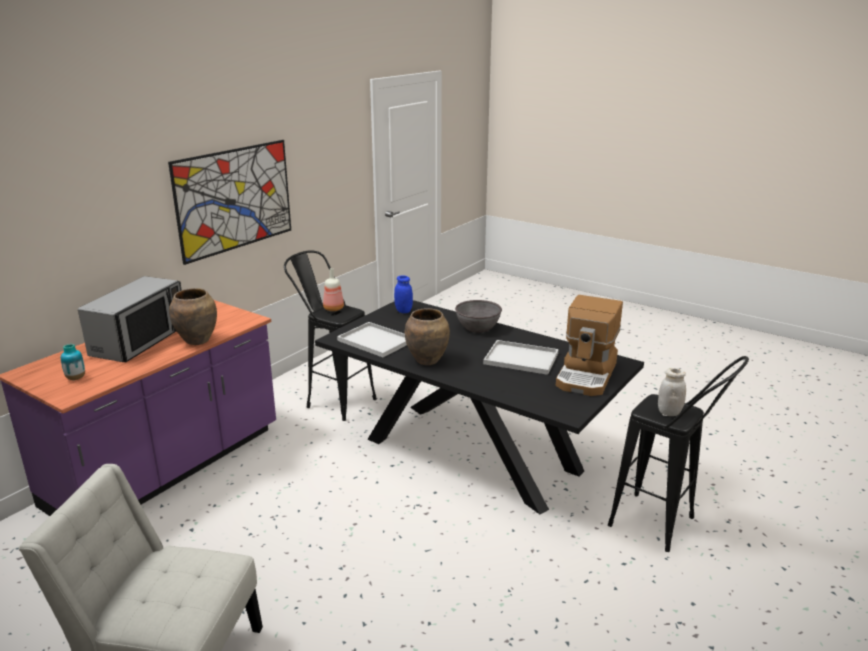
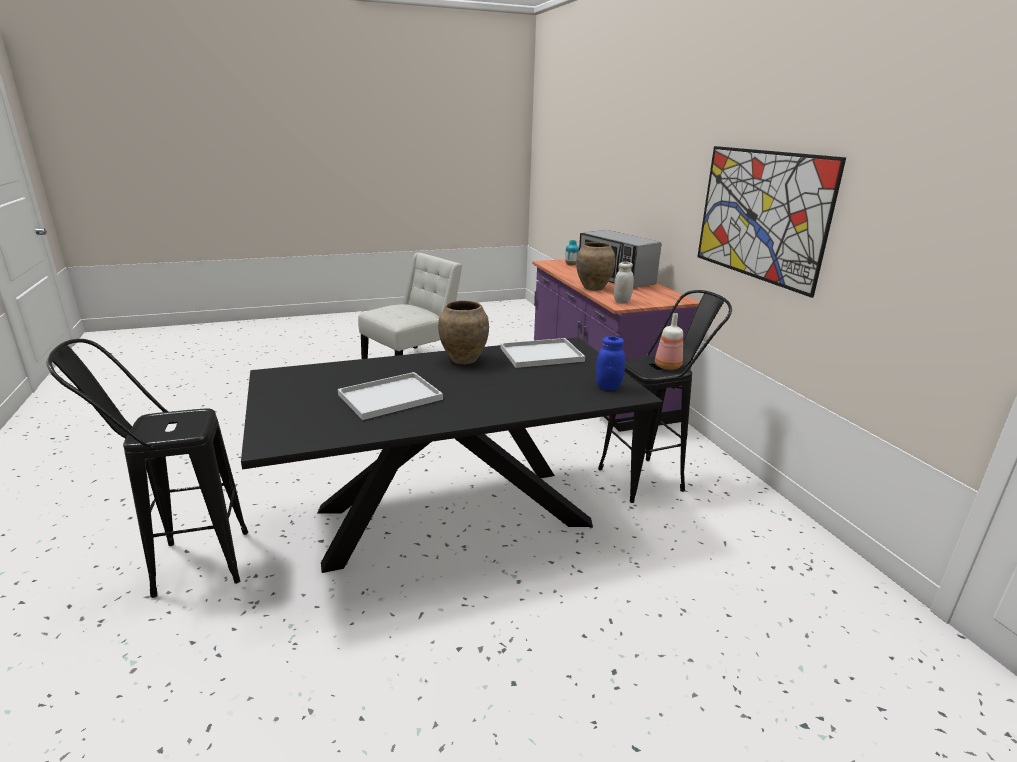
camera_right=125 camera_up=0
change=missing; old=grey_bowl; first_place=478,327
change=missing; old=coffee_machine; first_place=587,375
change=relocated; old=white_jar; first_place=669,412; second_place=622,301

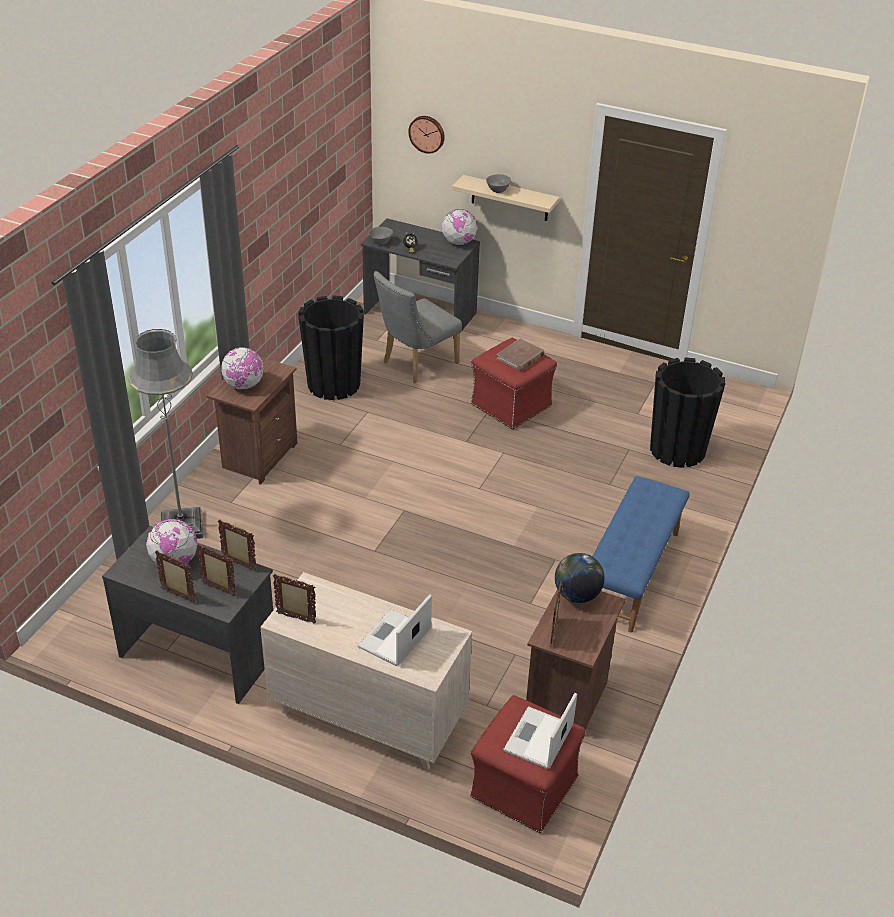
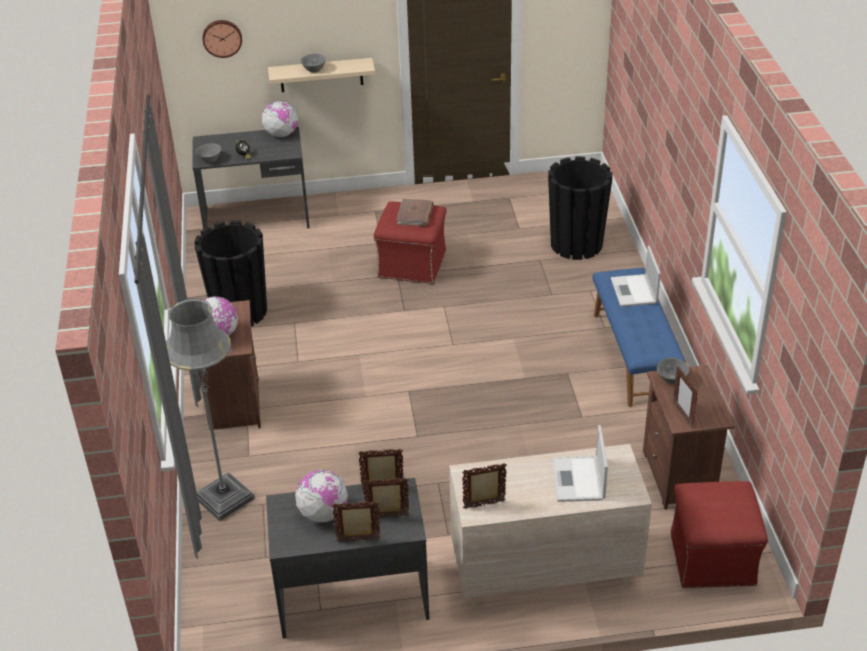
camera_right=-30 camera_up=0
change=missing; old=grey_chair; first_place=415,364
change=relocated; old=laptop; first_place=538,739; second_place=634,291
change=exchanged; old=globe; new=grey_bowl; first_place=577,595; second_place=670,379

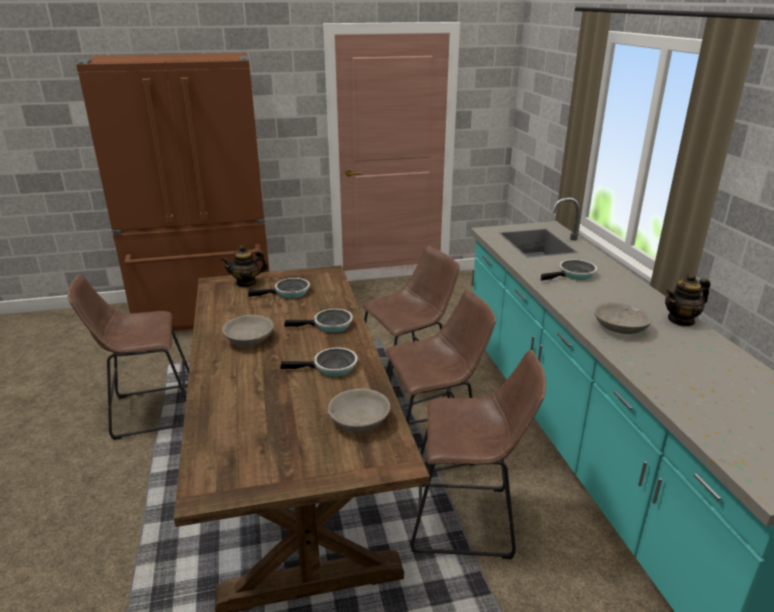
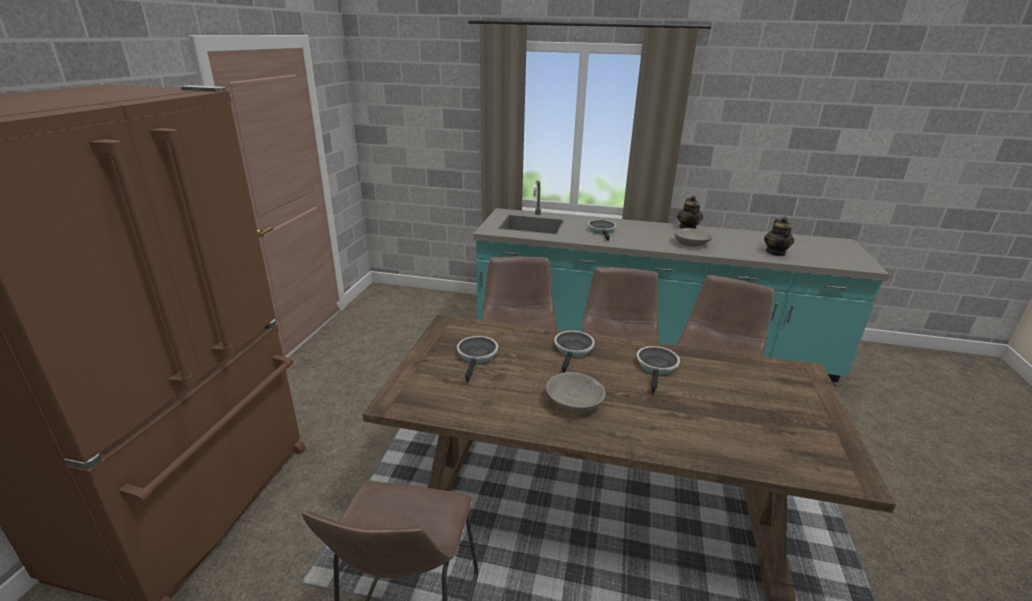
camera_right=-65 camera_up=0
change=relocated; old=teapot; first_place=246,283; second_place=775,252
change=missing; old=grey_bowl; first_place=359,421

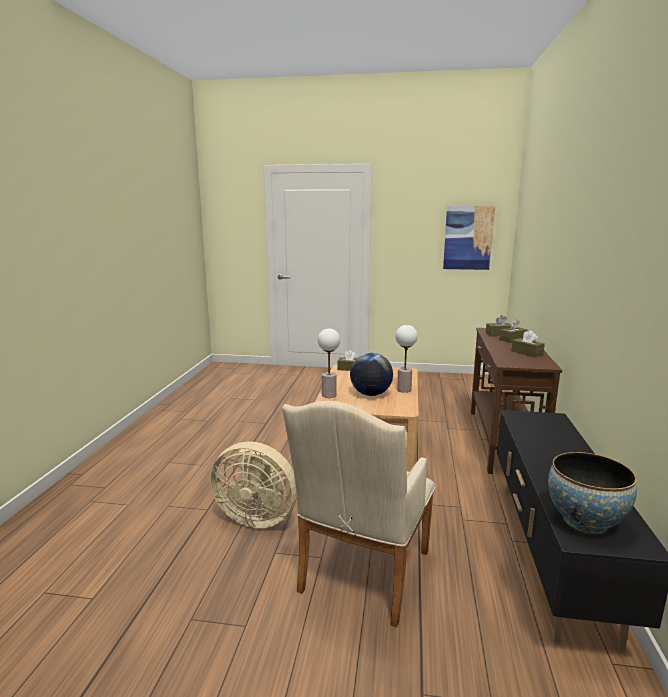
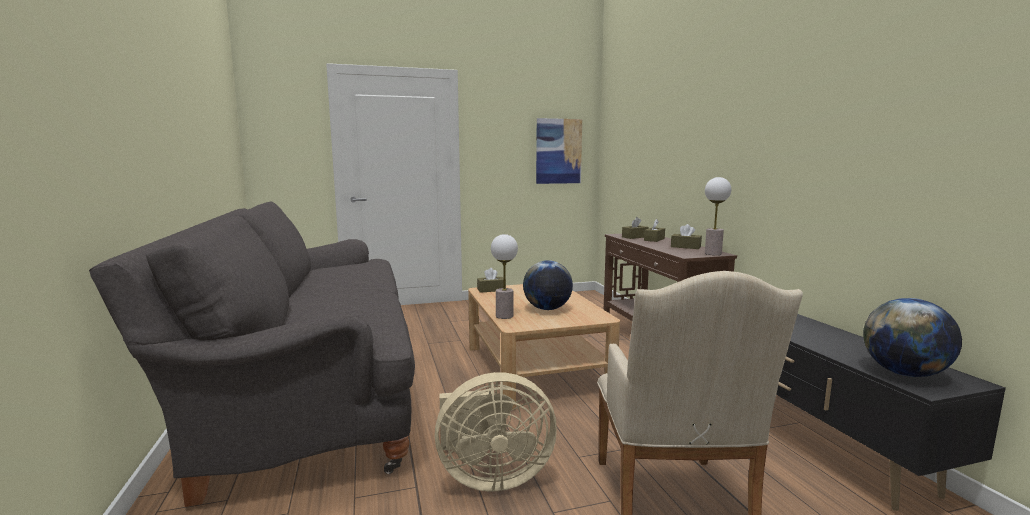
camera_right=-25 camera_up=-5
change=relocated; old=table_lamp; first_place=404,390; second_place=713,253
change=exchanged; old=bowl; new=globe; first_place=585,521; second_place=905,373
change=appeared; new=grey_sofa; second_place=310,389

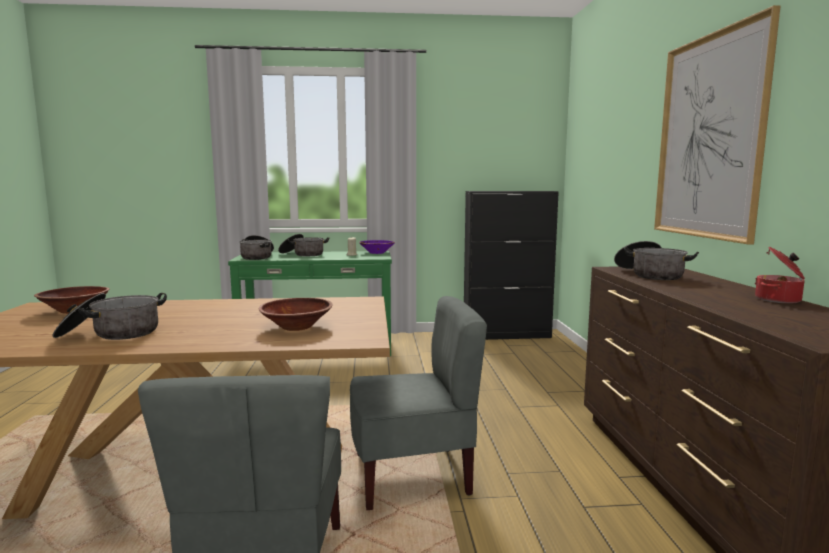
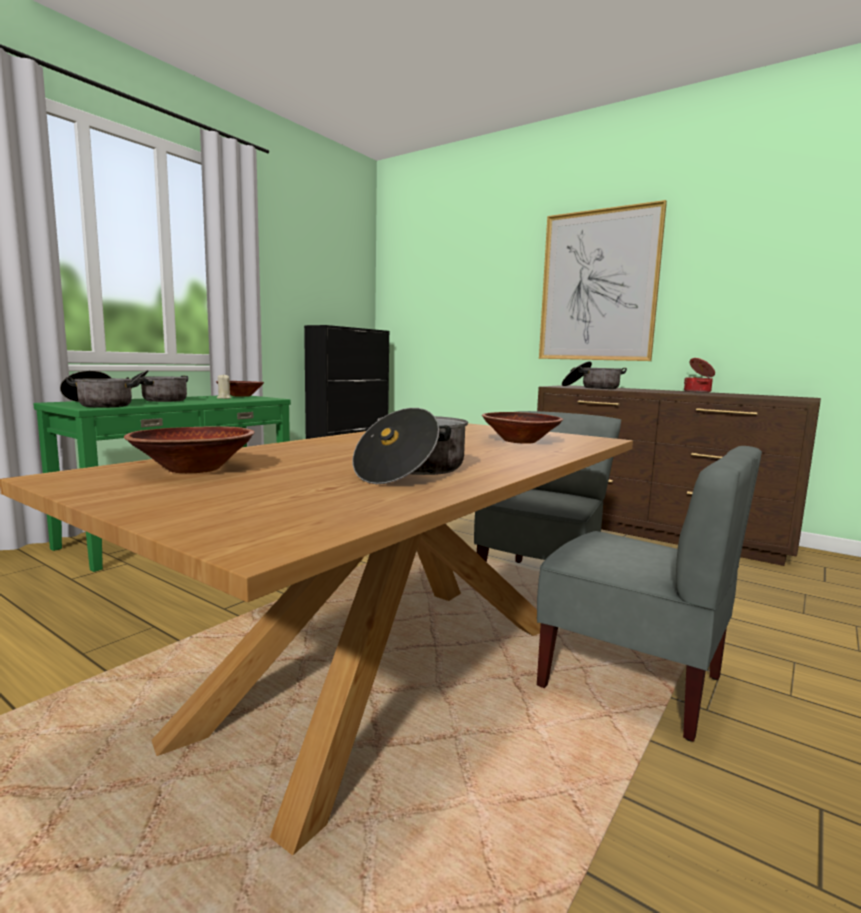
camera_right=-50 camera_up=0
change=colour; old=purple_bowl; new=brown_bowl; first_place=376,253; second_place=240,396

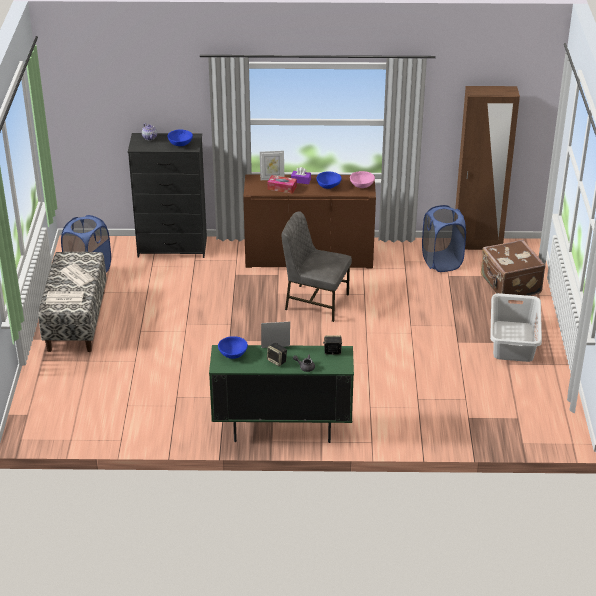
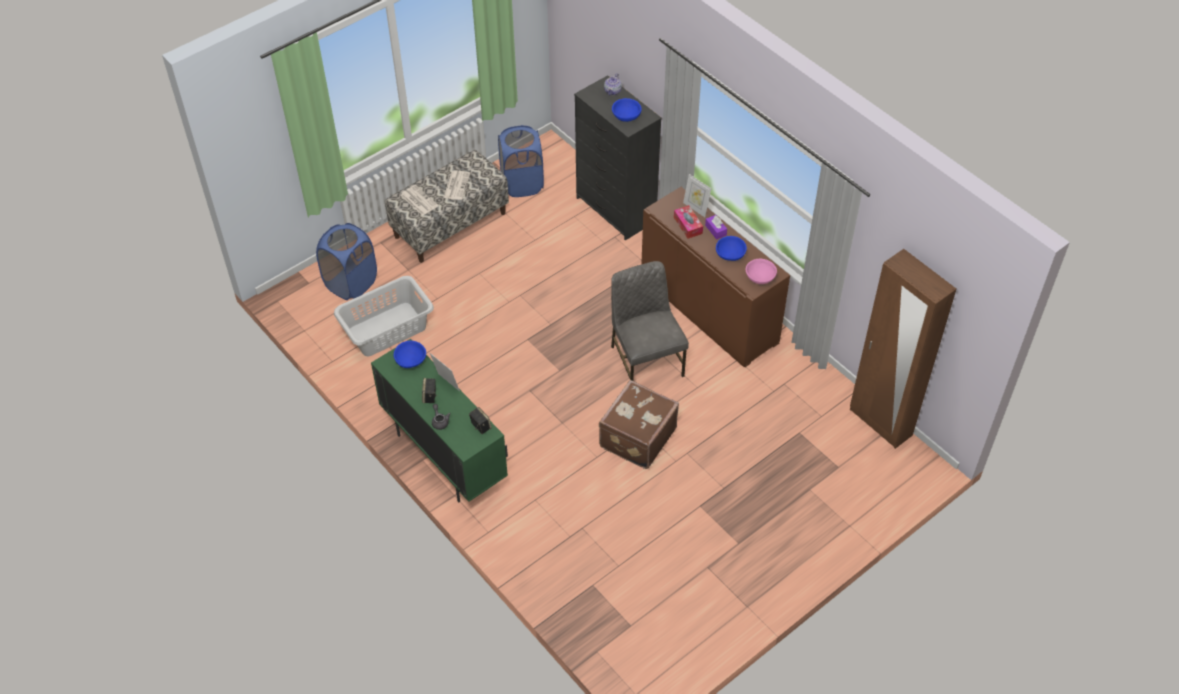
camera_right=50 camera_up=15
change=relocated; old=blue_laundry_basket; first_place=441,261; second_place=351,283
change=relocated; old=brown_suitcase; first_place=509,285; second_place=636,437
change=relocated; old=grey_laundry_basket; first_place=512,341; second_place=386,329

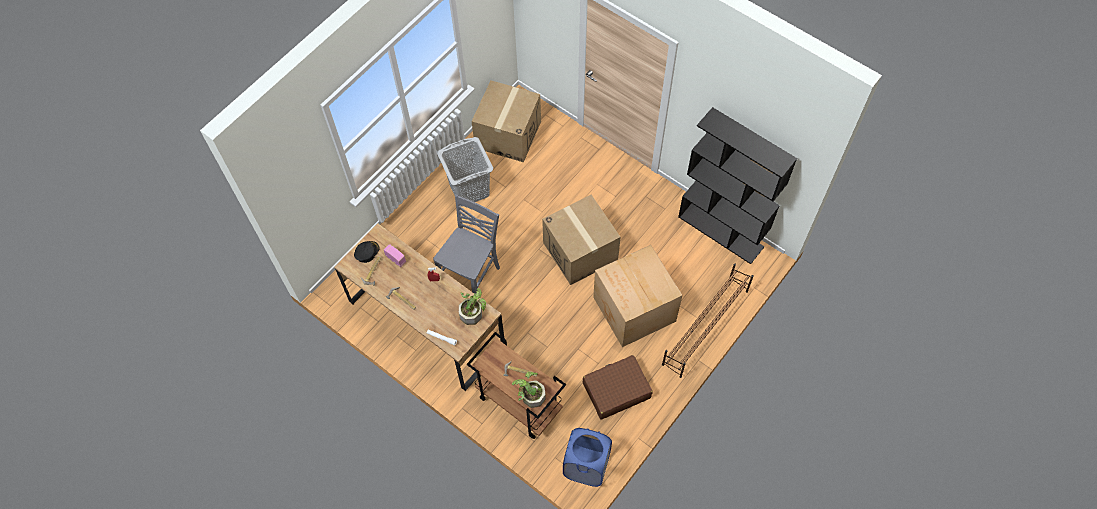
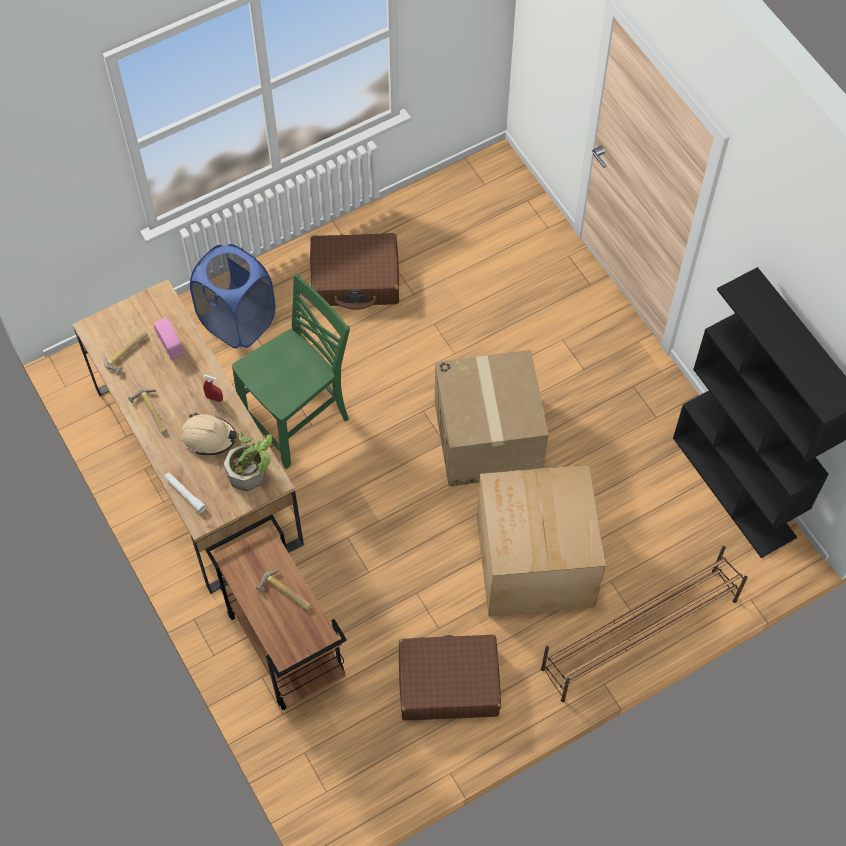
camera_right=20 camera_up=0
change=missing; old=black_cap; first_place=366,252
change=colour; old=grey_chair; new=green_chair; first_place=472,278; second_place=299,420
change=exchanged; old=grey_laundry_basket; new=brown_suitcase; first_place=469,189; second_place=355,278
change=missing; old=cardboard_box; first_place=508,134
change=missing; old=potted_plant; first_place=530,395
change=relocated; old=blue_laundry_basket; first_place=586,466; second_place=237,321
change=appeared; new=beige_hard_hat; second_place=209,437

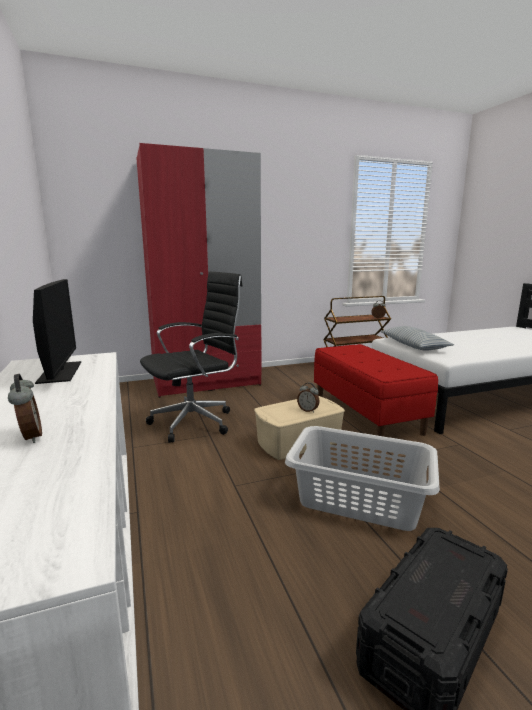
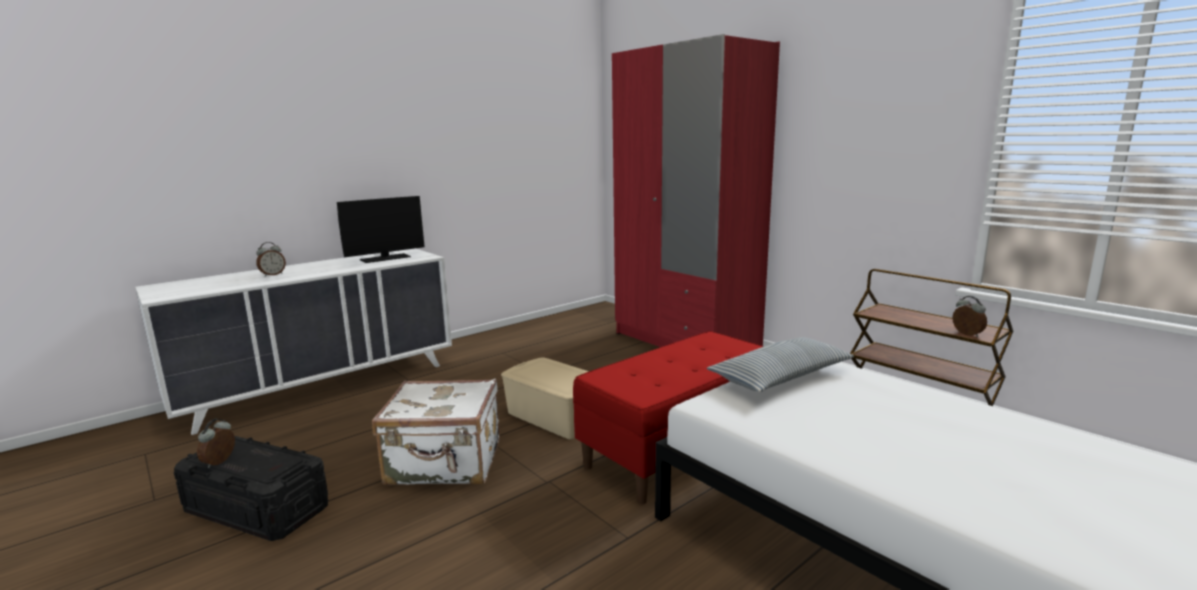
camera_right=70 camera_up=0
change=missing; old=black_office_chair; first_place=196,422
change=exchanged; old=grey_laundry_basket; new=white_suitcase; first_place=358,498; second_place=445,463
change=relocated; old=alarm_clock; first_place=308,410; second_place=220,462

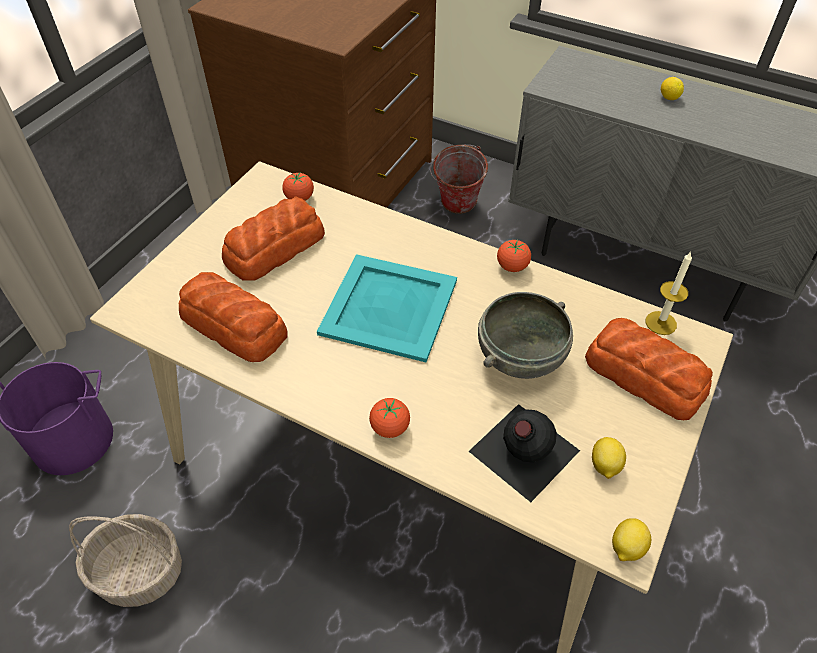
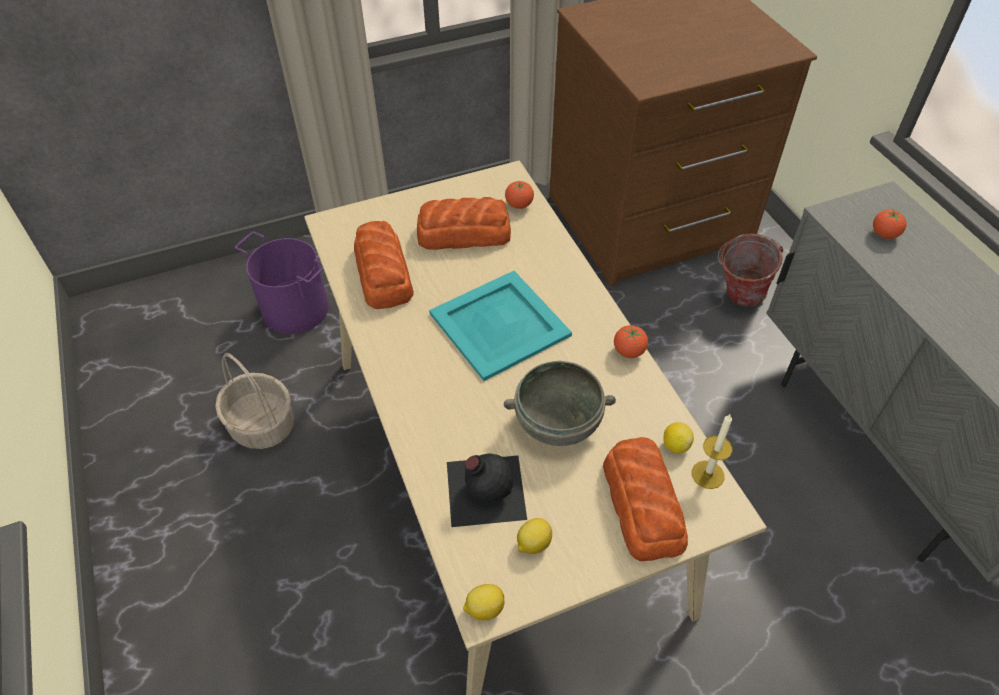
camera_right=40 camera_up=0
change=relocated; old=tomato; first_place=390,427; second_place=884,234
change=relocated; old=lemon; first_place=668,98; second_place=675,445

